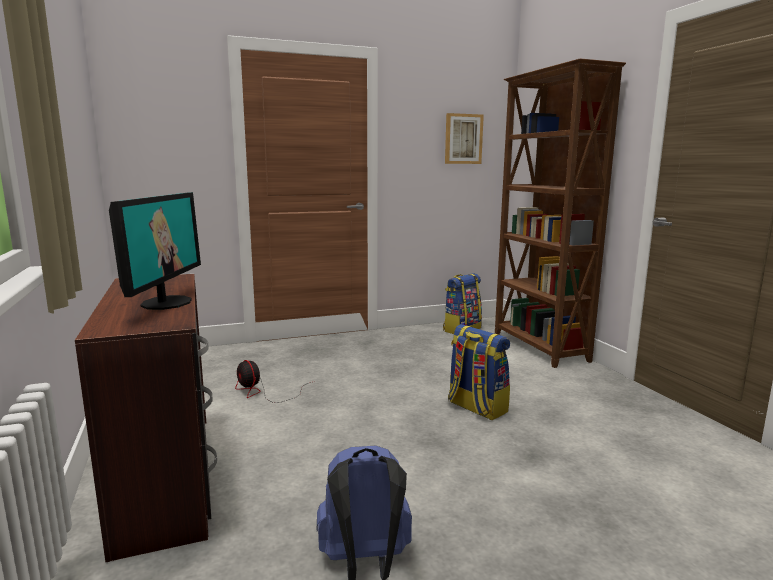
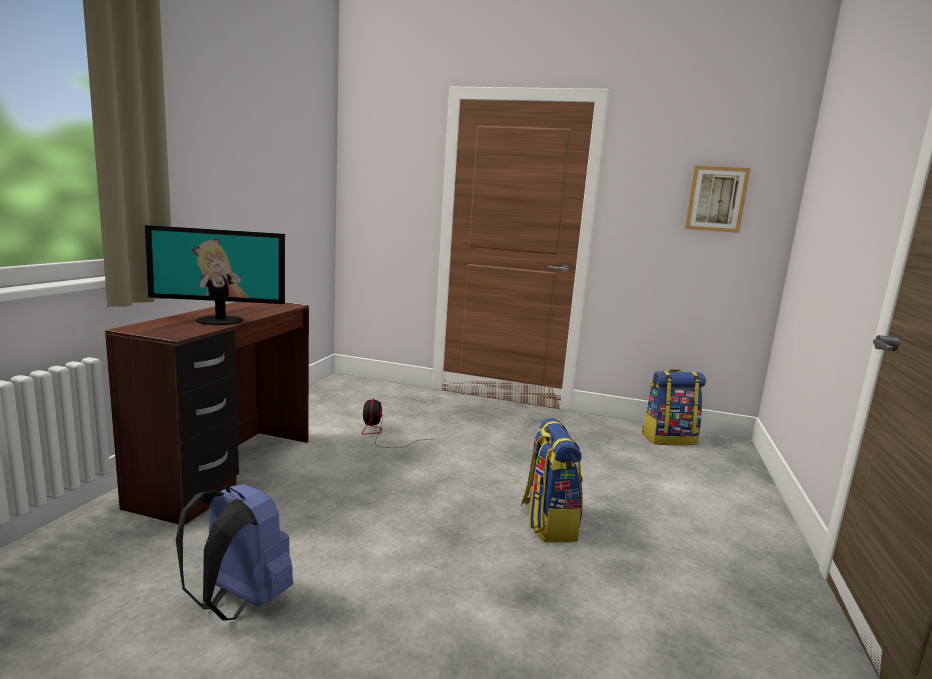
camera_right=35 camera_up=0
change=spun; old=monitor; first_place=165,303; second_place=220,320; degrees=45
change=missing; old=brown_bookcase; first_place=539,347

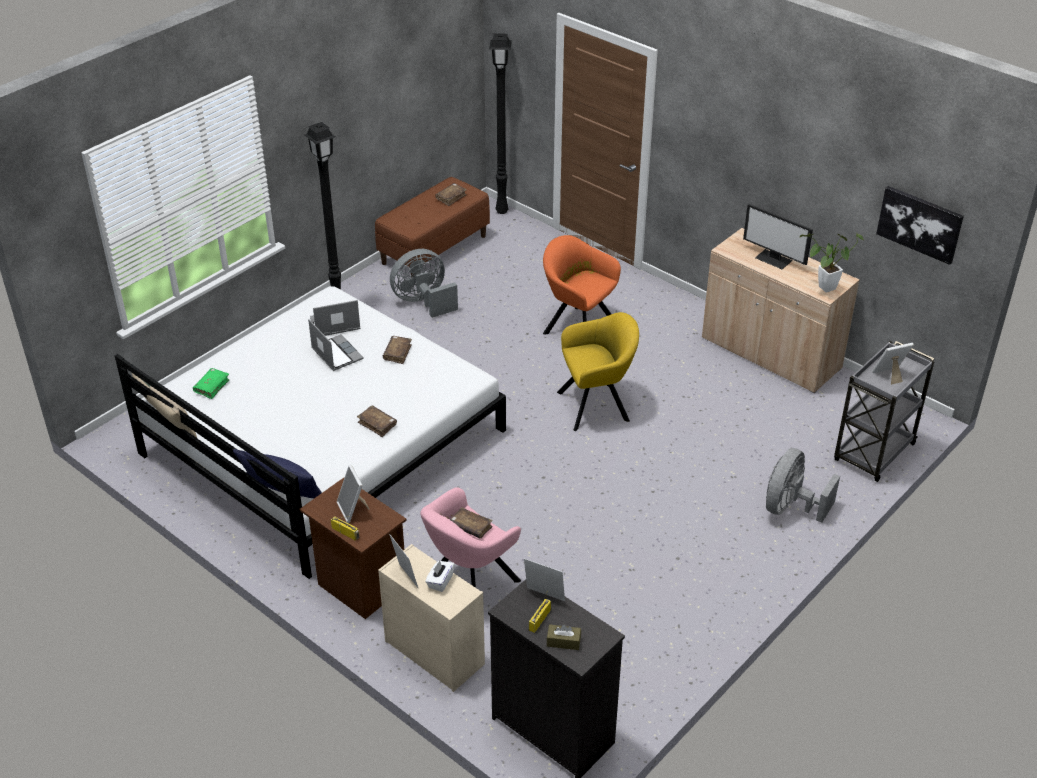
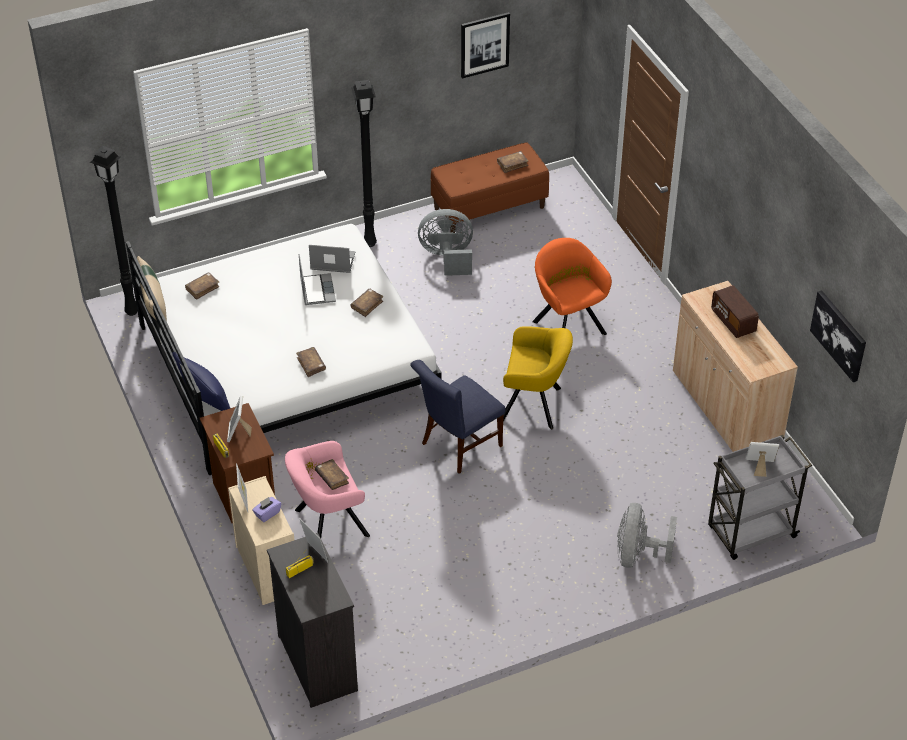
camera_right=25 camera_up=5
change=colour; old=green_book; new=brown_book; first_place=212,386; second_place=202,288
change=colour; old=white_tissue_box; new=purple_tissue_box; first_place=440,581; second_place=267,514
change=relocated; old=black_floor_lamp; first_place=502,211; second_place=133,311
change=missing; old=brown_tissue_box; first_place=563,641
change=exchanged; old=monitor; new=radio; first_place=774,259; second_place=733,321
change=spun; old=grey_fan; first_place=790,507; second_place=637,555; degrees=-45
change=missing; old=potted_plant; first_place=823,289
change=appeared; new=blue_chair; second_place=457,446
change=appeared; new=picture; second_place=484,44

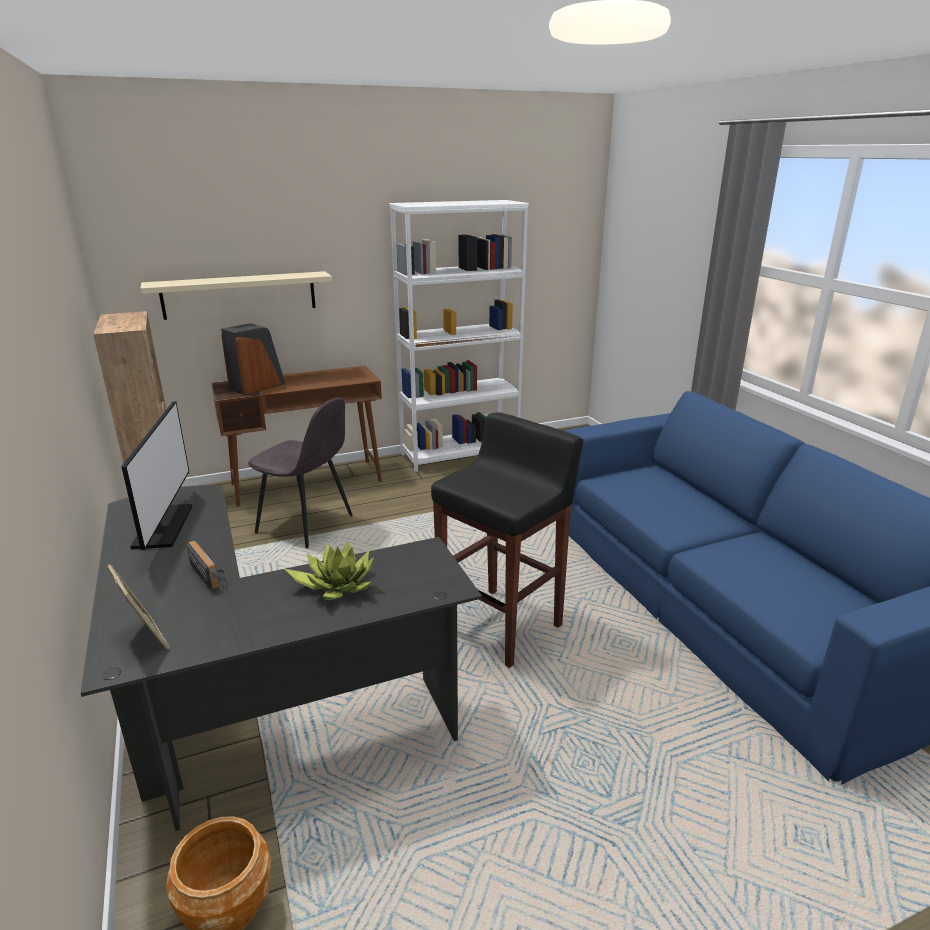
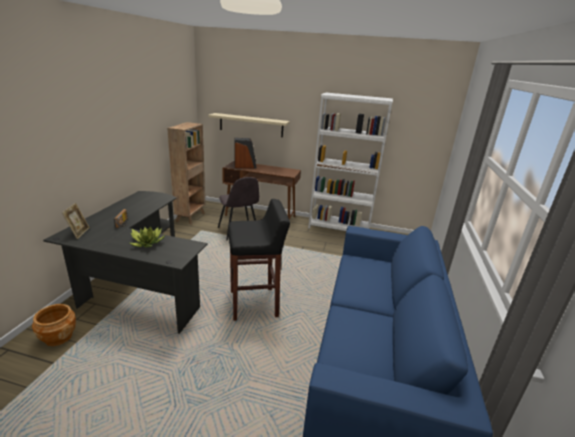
camera_right=35 camera_up=0
change=missing; old=monitor; first_place=163,526

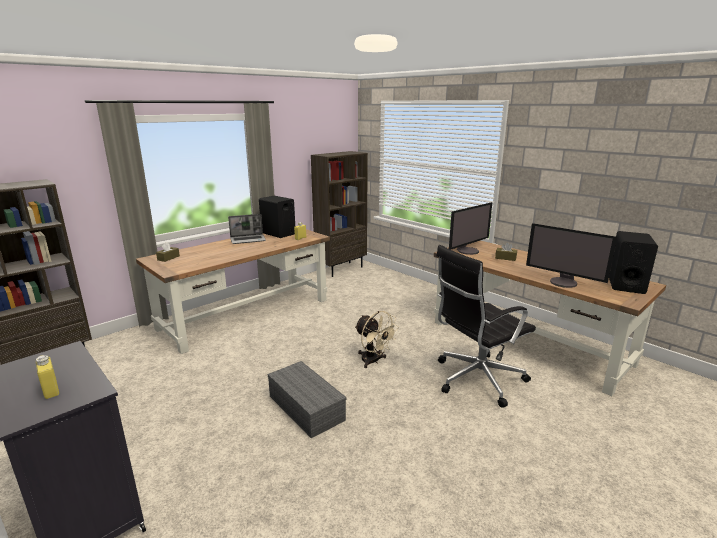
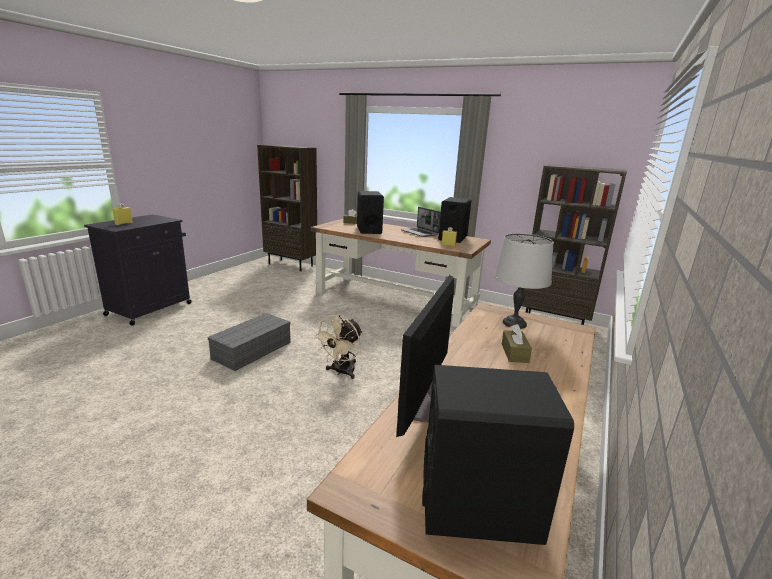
camera_right=70 camera_up=0
change=missing; old=black_office_chair; first_place=476,379
change=exchanged; old=monitor; new=grey_table_lamp; first_place=468,251; second_place=515,323
change=appeared; new=black_speaker; second_place=369,230

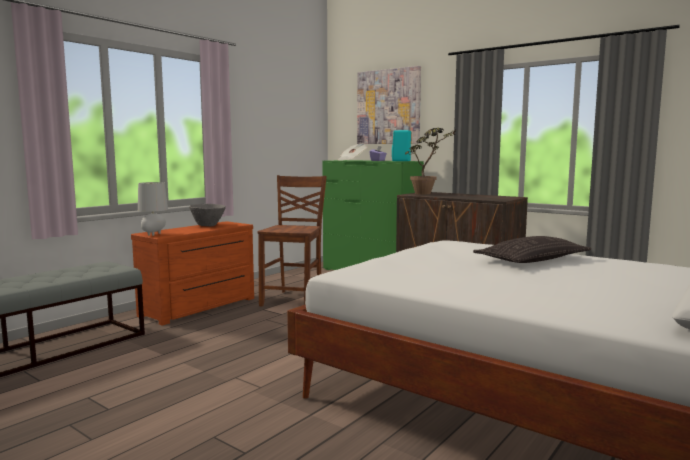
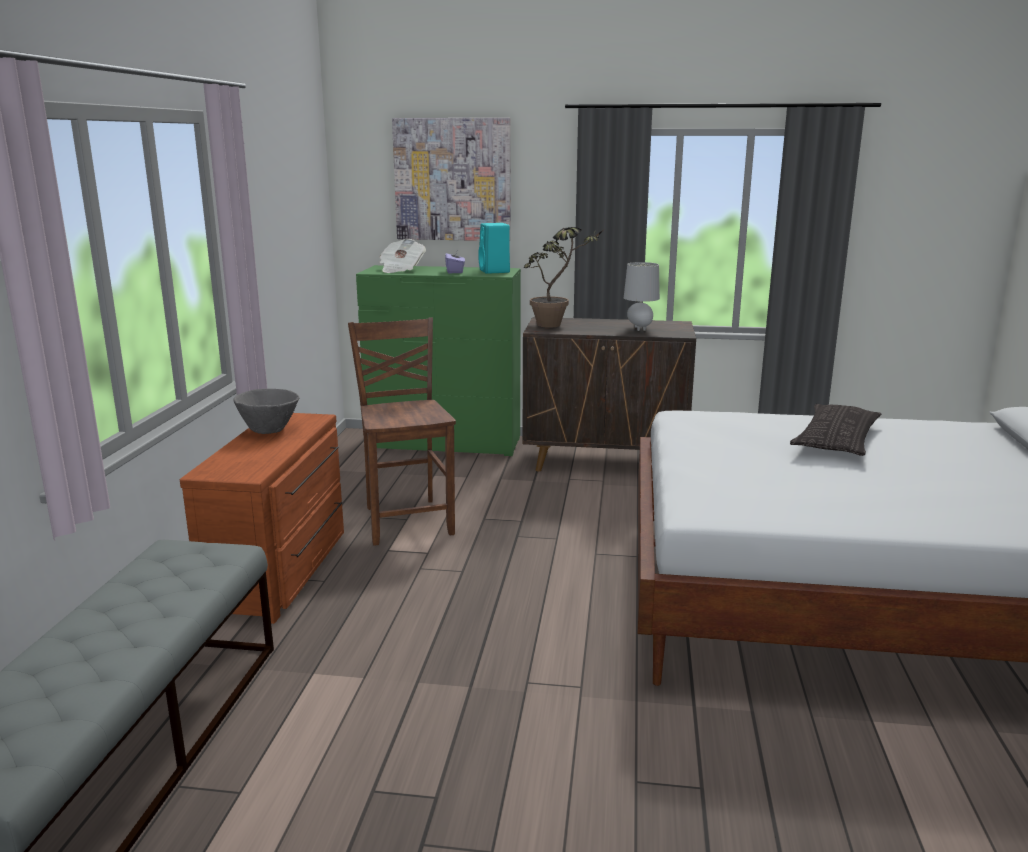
camera_right=-30 camera_up=10
change=relocated; old=grey_table_lamp; first_place=154,234; second_place=640,329

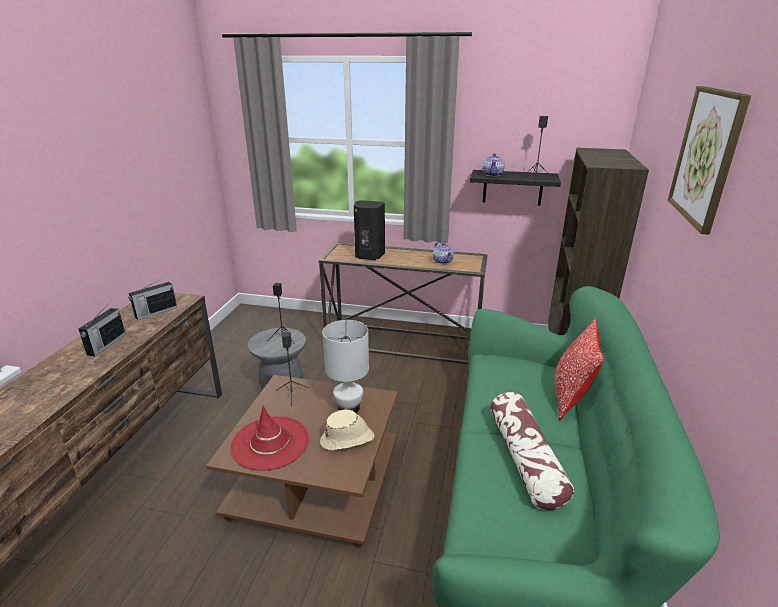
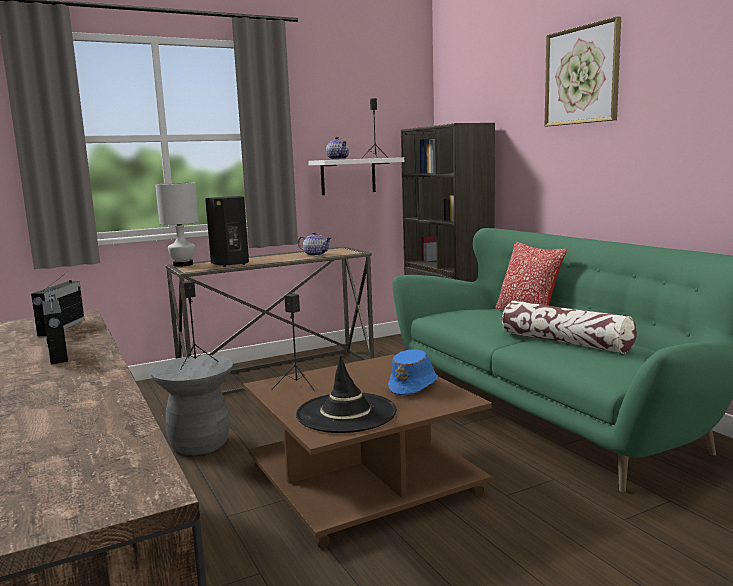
camera_right=-40 camera_up=-15
change=colour; old=red_hat; new=black_hat; first_place=270,443; second_place=346,413
change=colour; old=beige_hat; new=blue_hat; first_place=348,440; second_place=414,386
change=relocated; old=white_table_lamp; first_place=349,408; second_place=183,264
change=colour; old=black_shelf; new=white_shelf; first_place=512,187; second_place=348,176

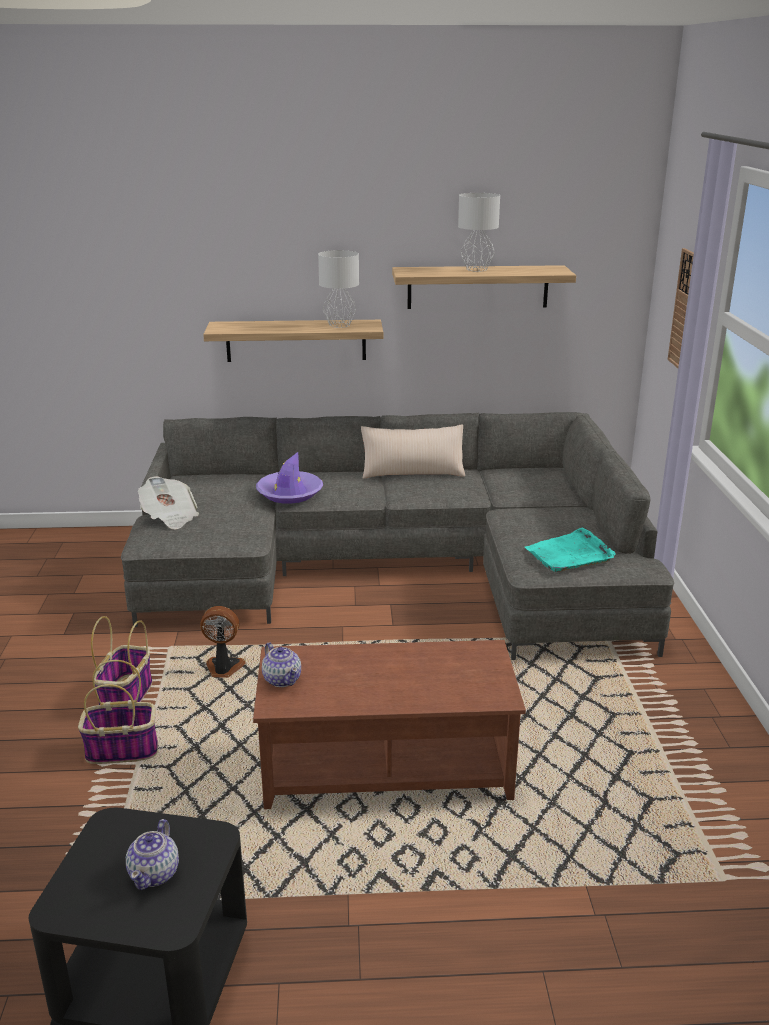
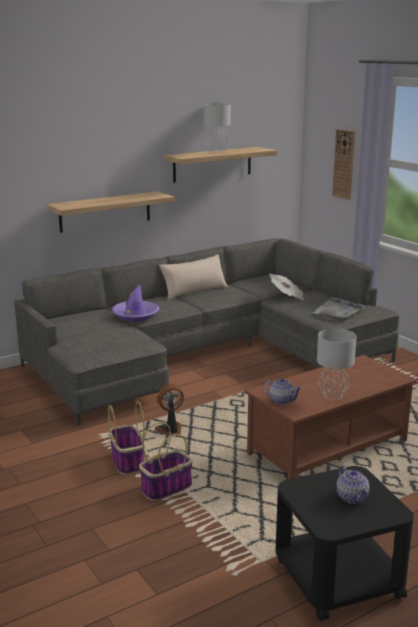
camera_right=-30 camera_up=-5
change=relocated; old=newspaper; first_place=170,517; second_place=287,296
change=relocated; old=grey_table_lamp; first_place=339,325; second_place=332,396
change=colour; old=turquoise_tray; new=grey_tray; first_place=570,554; second_place=338,311

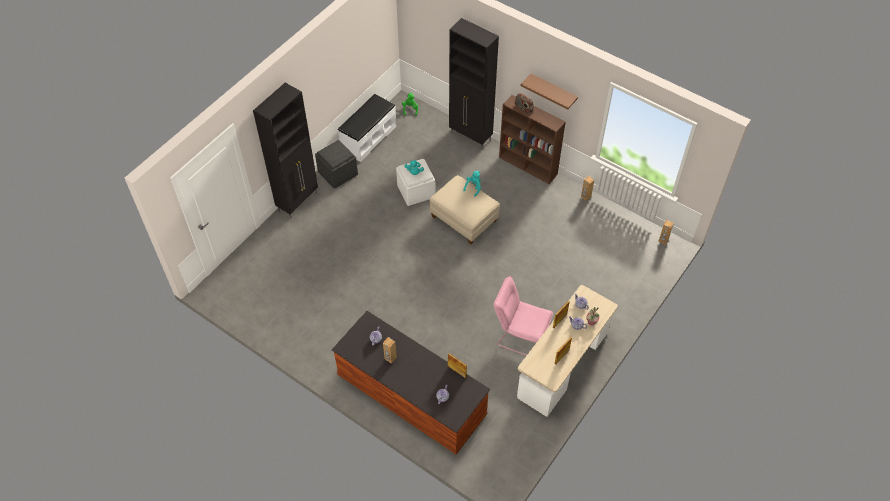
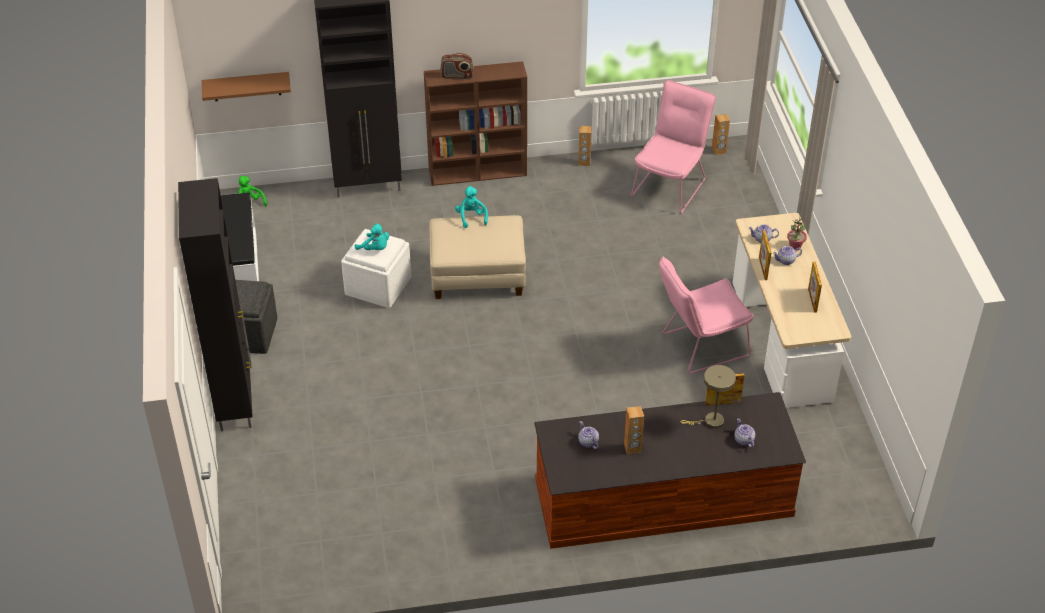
camera_right=-45 camera_up=-10
change=relocated; old=brown_shelf; first_place=553,91; second_place=246,86
change=appeared; new=pink_chair; second_place=670,185
change=appeared; new=beige_table_lamp; second_place=710,422

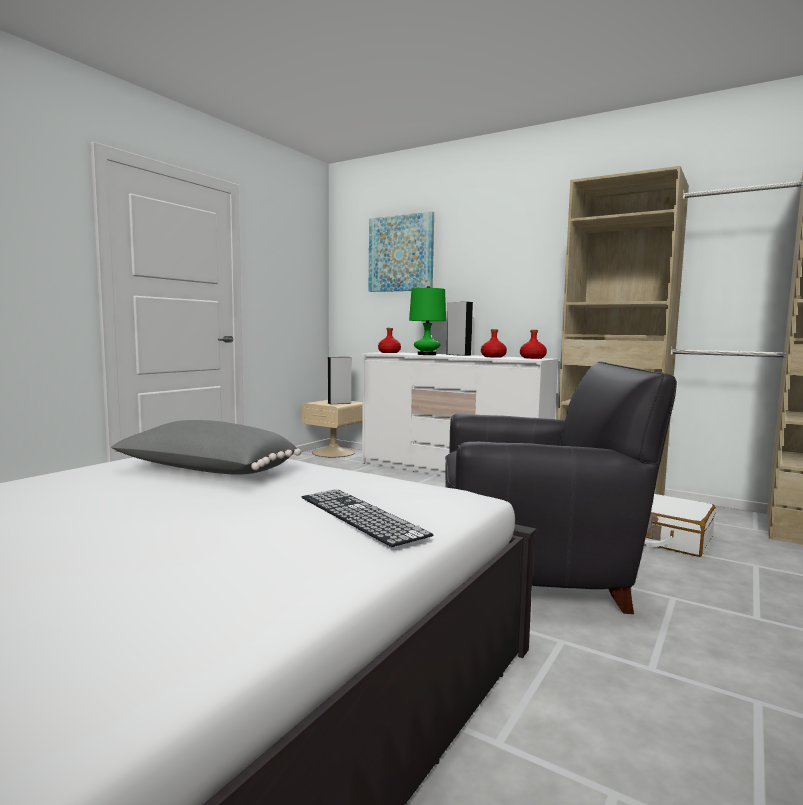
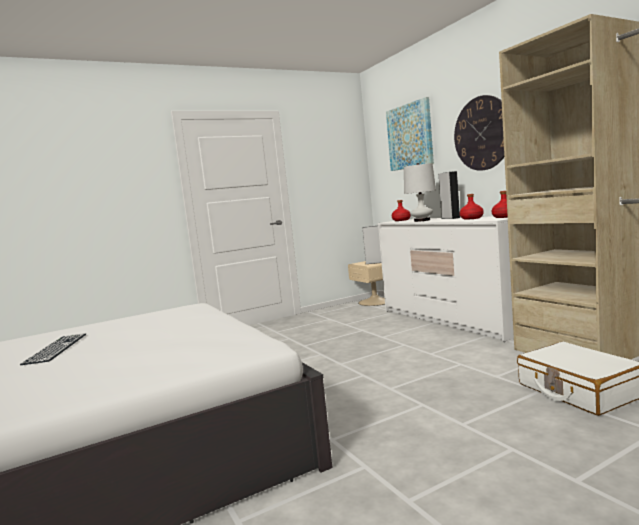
camera_right=30 camera_up=0
change=missing; old=grey_pillow; first_place=205,472
change=relocated; old=keyboard; first_place=360,515; second_place=56,348
change=colour; old=green_table_lamp; new=white_table_lamp; first_place=426,354; second_place=422,220
change=missing; old=black_armchair; first_place=535,571
change=appeared; new=wall_clock; second_place=482,133

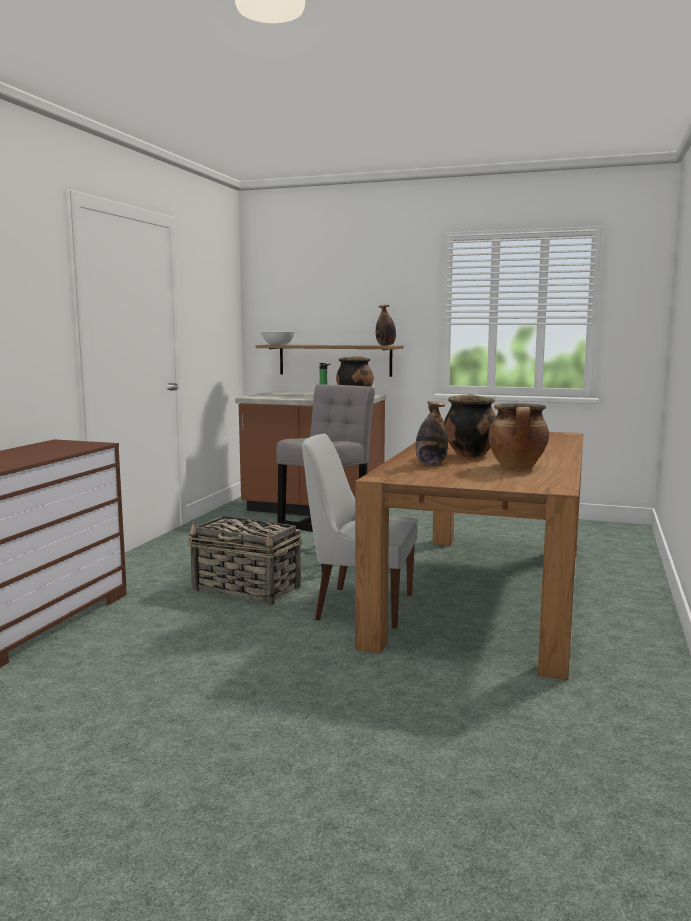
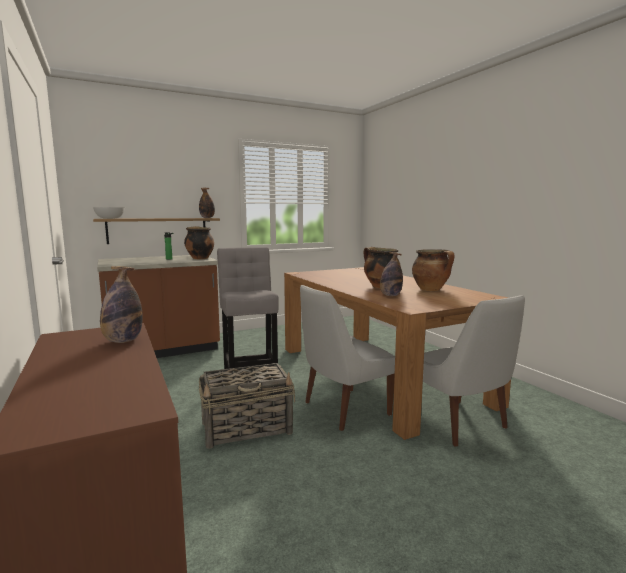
camera_right=-45 camera_up=0
change=appeared; new=bottle; second_place=123,341
change=appeared; new=white_chair; second_place=459,424

